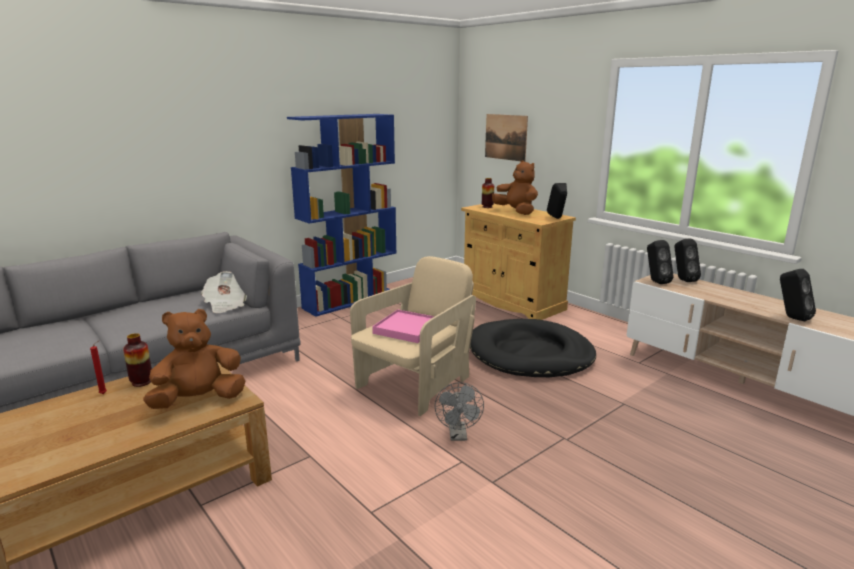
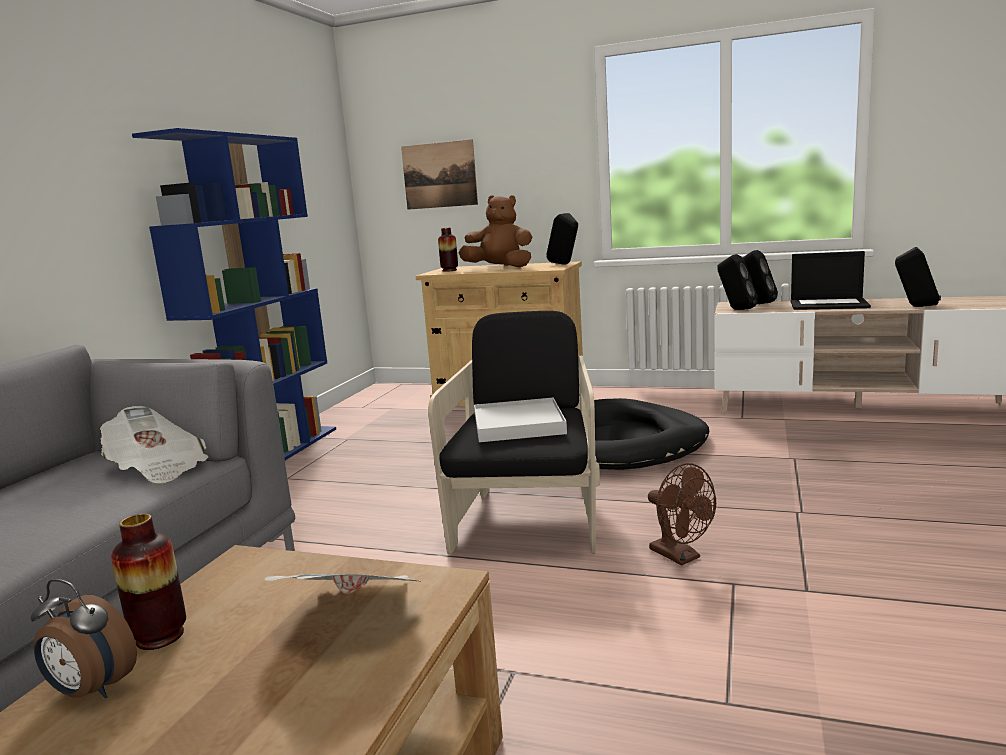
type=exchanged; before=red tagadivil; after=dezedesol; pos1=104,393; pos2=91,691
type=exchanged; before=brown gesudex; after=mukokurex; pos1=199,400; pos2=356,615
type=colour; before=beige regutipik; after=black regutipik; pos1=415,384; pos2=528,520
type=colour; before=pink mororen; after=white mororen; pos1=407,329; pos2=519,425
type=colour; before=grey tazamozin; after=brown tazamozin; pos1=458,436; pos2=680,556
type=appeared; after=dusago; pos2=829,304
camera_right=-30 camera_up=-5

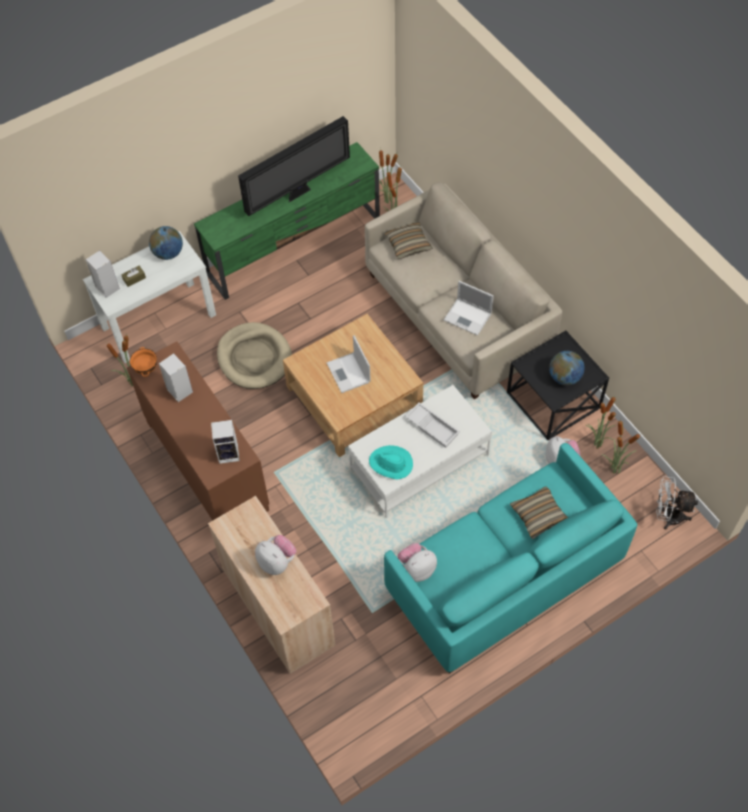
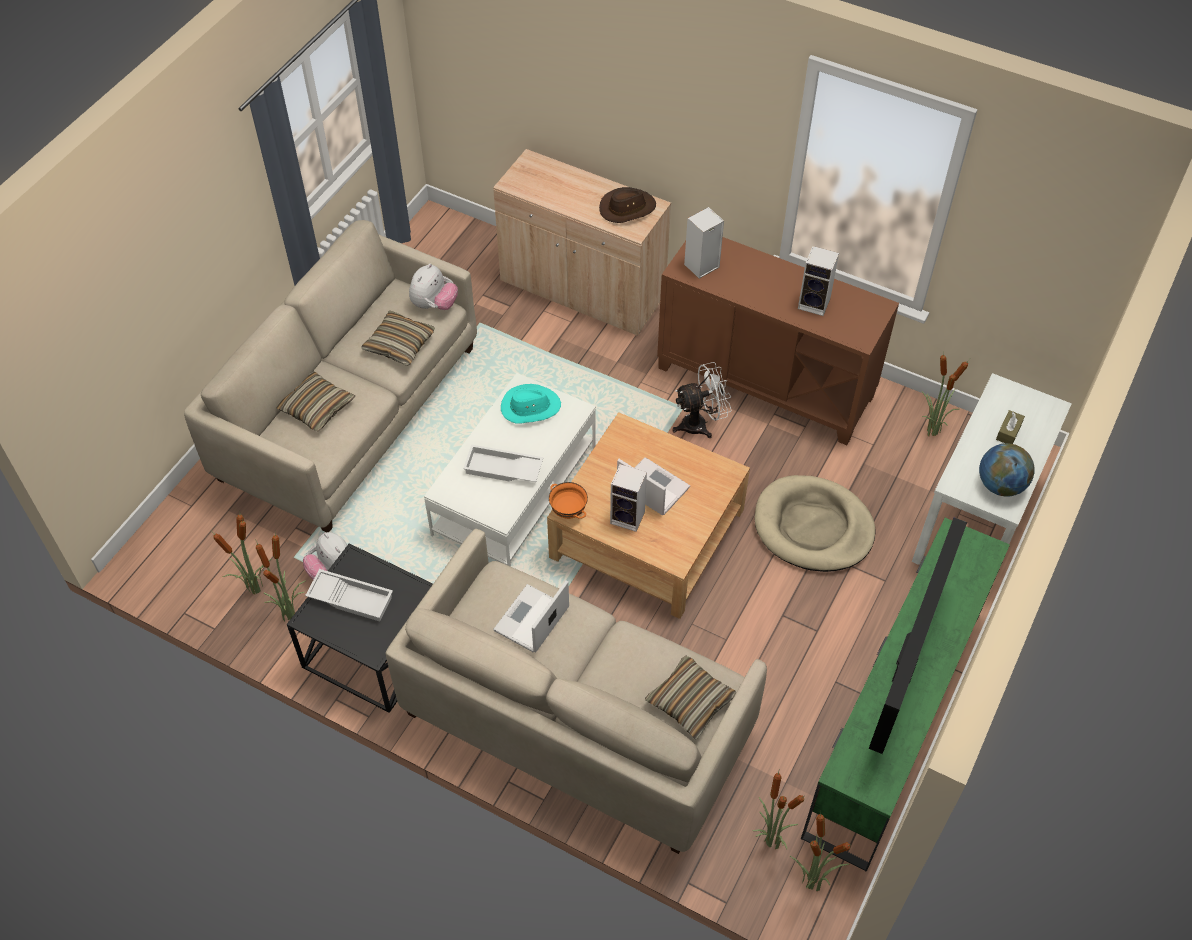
type=colour; before=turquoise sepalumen; after=beige sepalumen; pos1=504,576; pos2=349,412
type=exchanged; before=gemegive; after=white mororen; pos1=564,377; pos2=352,598
type=appeared; after=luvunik; pos2=399,344
type=spun; before=dusago; pos1=468,317; pos2=531,620; turn=-60
type=relocated; before=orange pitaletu; pos1=146,369; pos2=568,511
type=appeared; after=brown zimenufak; pos2=627,208
type=relocated; before=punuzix; pos1=106,287; pos2=629,517
type=relocated; before=white tazamozin; pos1=668,516; pos2=700,424
type=missing; before=gesudex; pos1=277,561
camera_right=150 camera_up=-5

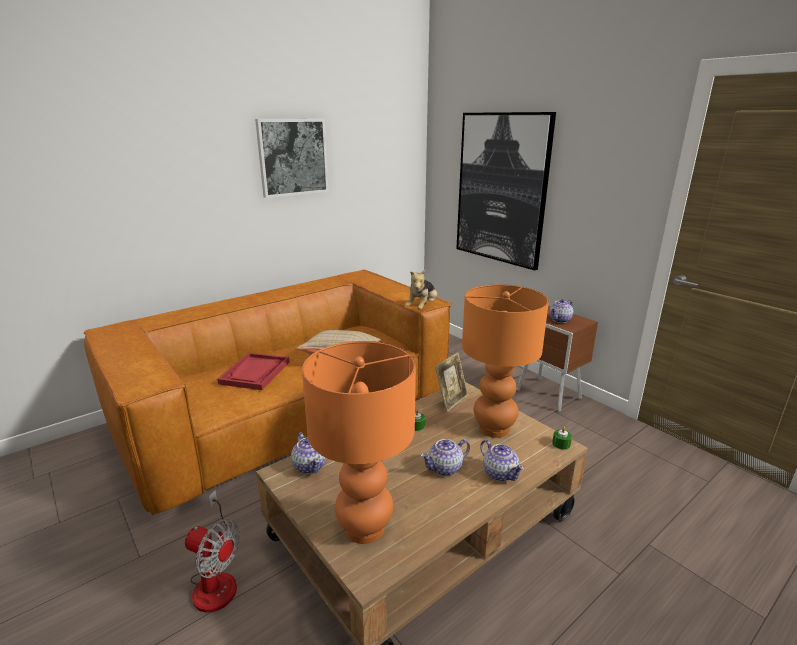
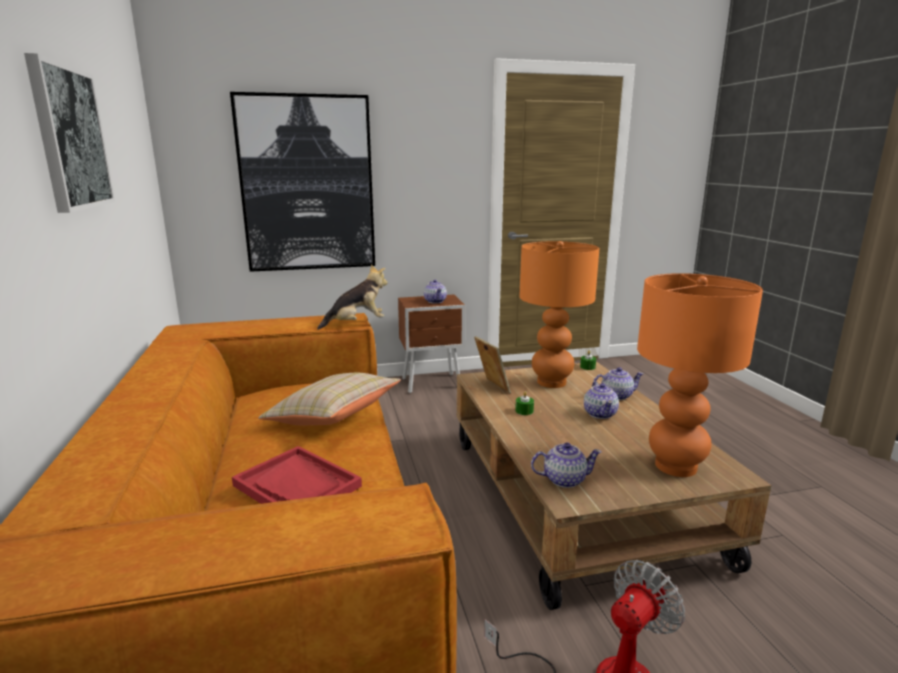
type=spun; before=gesudex; pos1=422,307; pos2=357,324; turn=-75
camera_right=-65 camera_up=-5

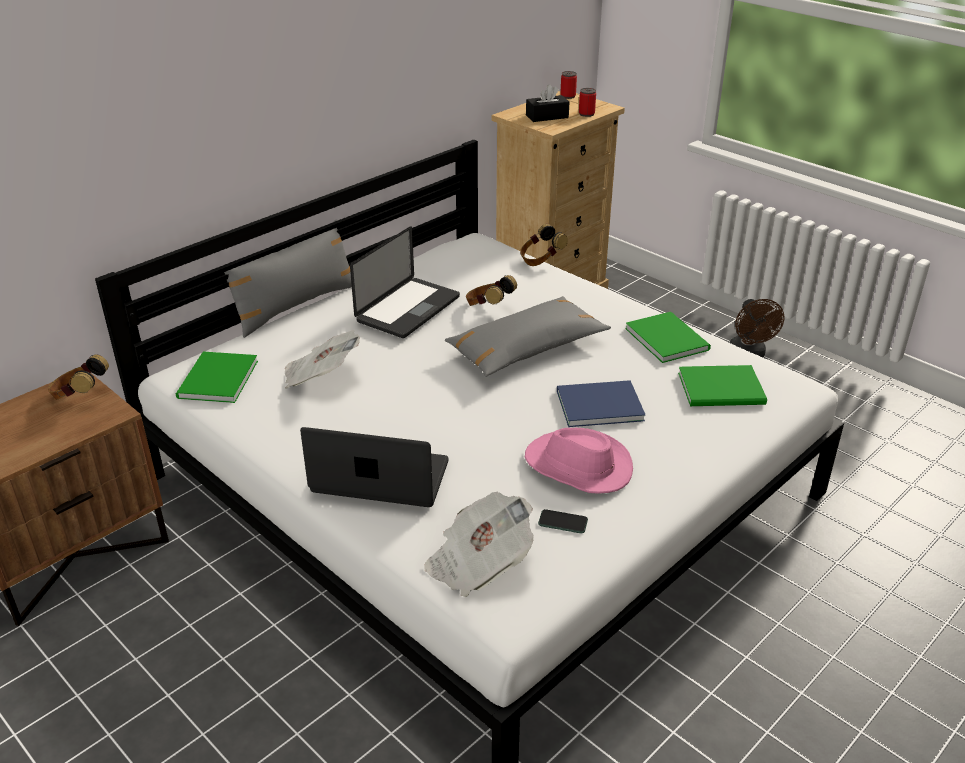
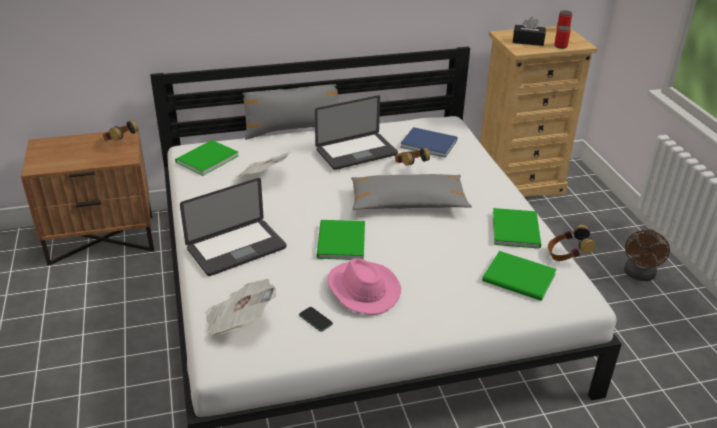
type=spun; before=dusago; pos1=380,477; pos2=236,249; turn=105
type=appeared; after=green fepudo; pos2=339,242
type=relocated; before=blue fepudo; pos1=596,404; pos2=427,143
type=relocated; before=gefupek; pos1=541,260; pos2=567,256
camera_right=30 camera_up=0

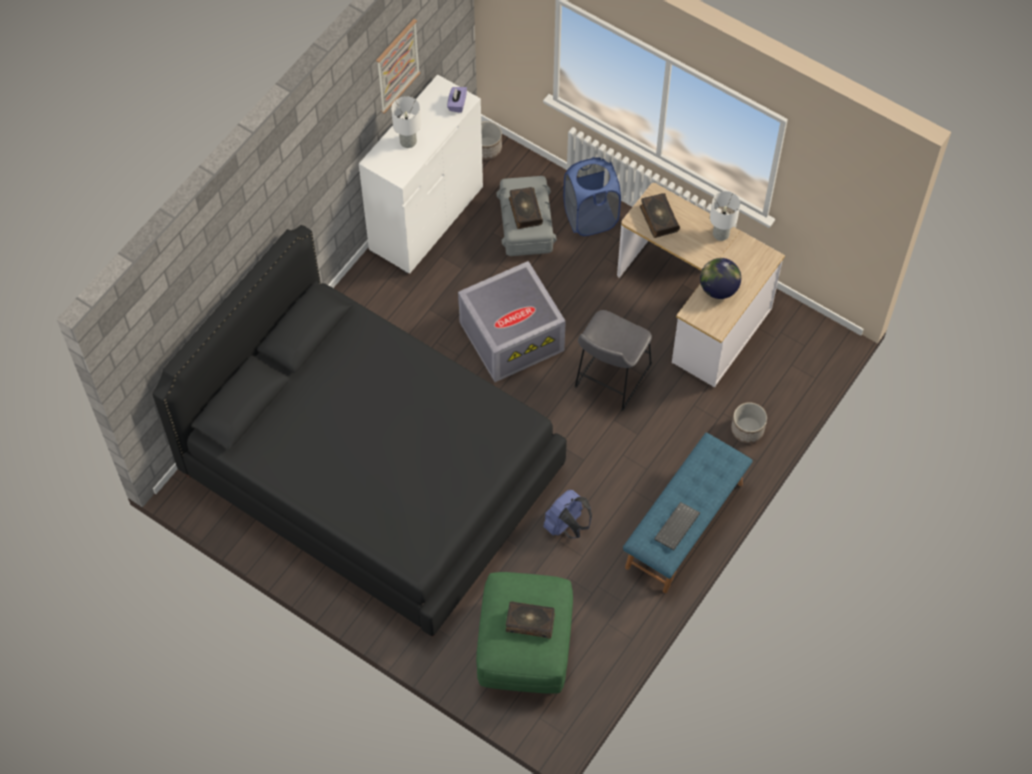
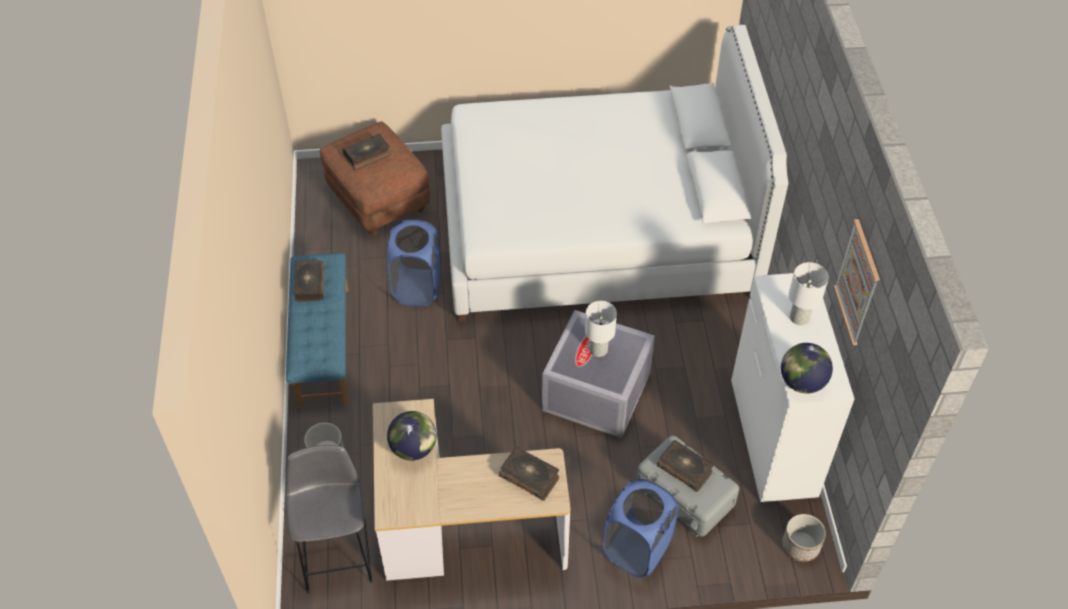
type=relocated; before=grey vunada; pos1=610,379; pos2=337,550
type=exchanged; before=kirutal; after=fepudo; pos1=677,527; pos2=309,285
type=colour; before=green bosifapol; after=brown bosifapol; pos1=524,647; pos2=379,200
type=exchanged; before=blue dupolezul; after=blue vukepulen; pos1=566,526; pos2=417,287
type=colour; before=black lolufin; after=white lolufin; pos1=372,472; pos2=595,230
type=relocated; before=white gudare; pos1=721,234; pos2=598,349
type=exchanged; before=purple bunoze; after=gemegive; pos1=457,104; pos2=801,382
camera_right=140 camera_up=-10

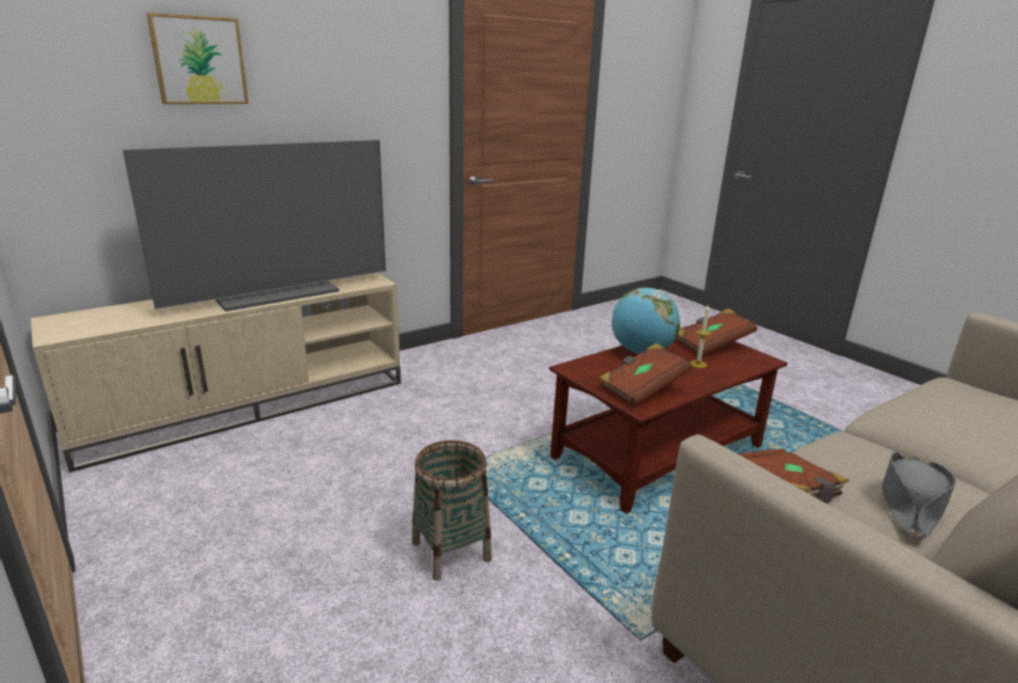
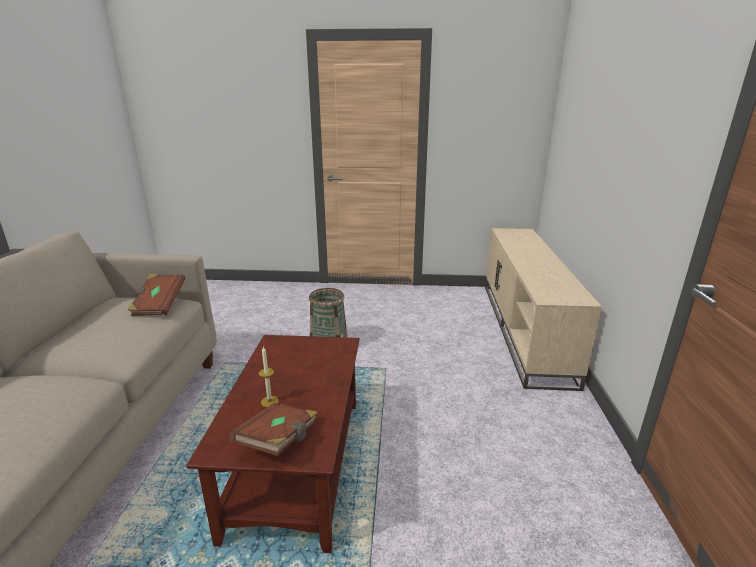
type=missing; before=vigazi; pos1=277,292
type=missing; before=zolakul; pos1=199,60
type=missing; before=brown fepudo; pos1=642,388
type=missing; before=gemegive; pos1=641,352
type=missing; before=grey zimenufak; pos1=910,502
camera_right=130 camera_up=0

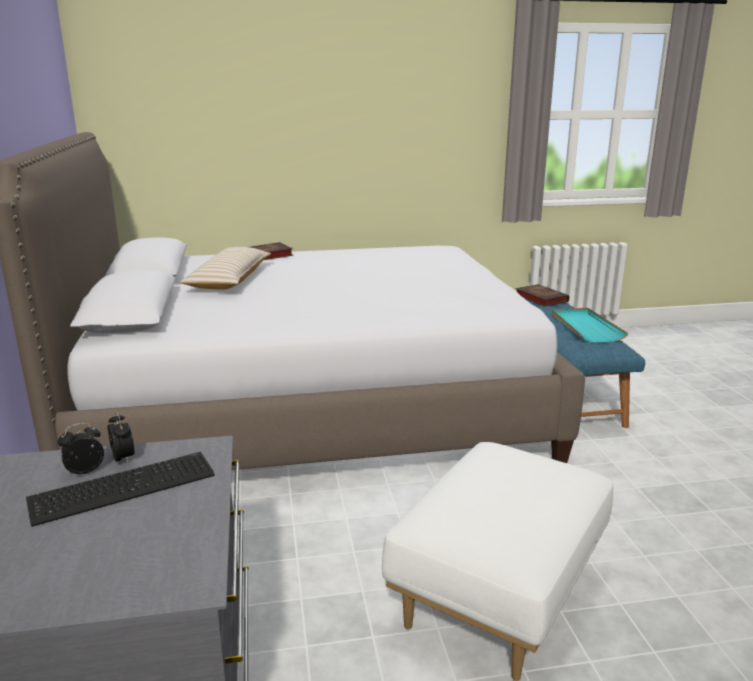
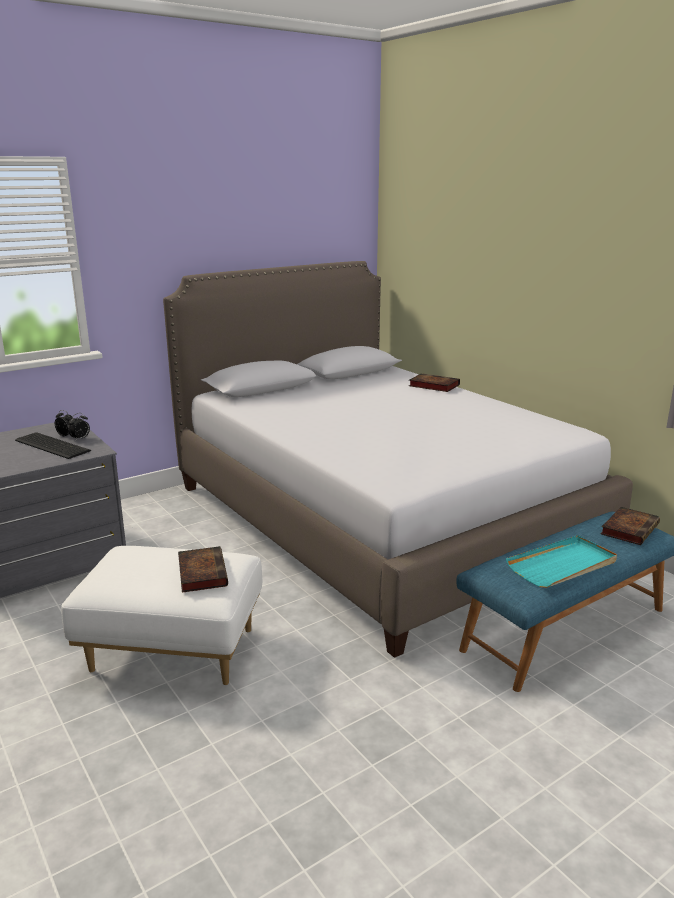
type=appeared; after=fepudo; pos2=201,572
type=missing; before=beige luvunik; pos1=229,280
camera_right=65 camera_up=0

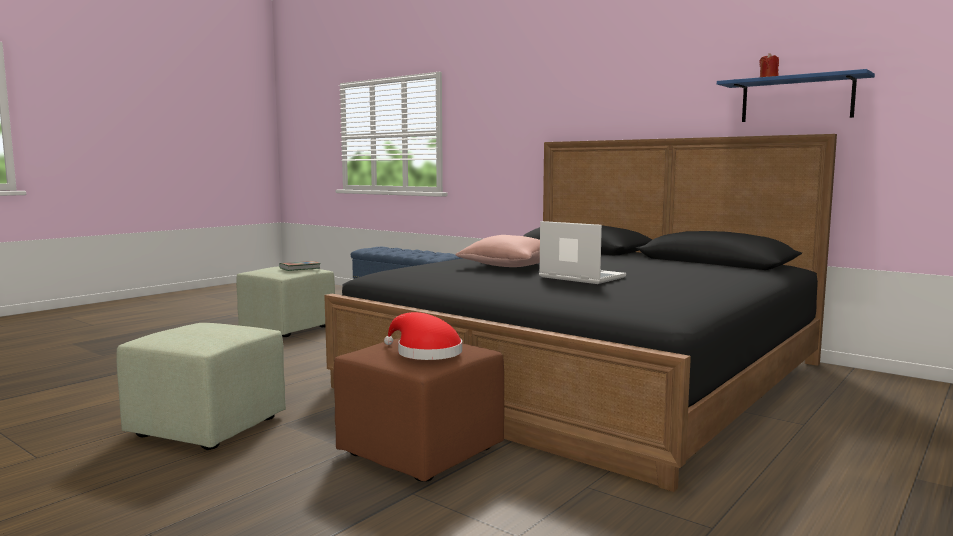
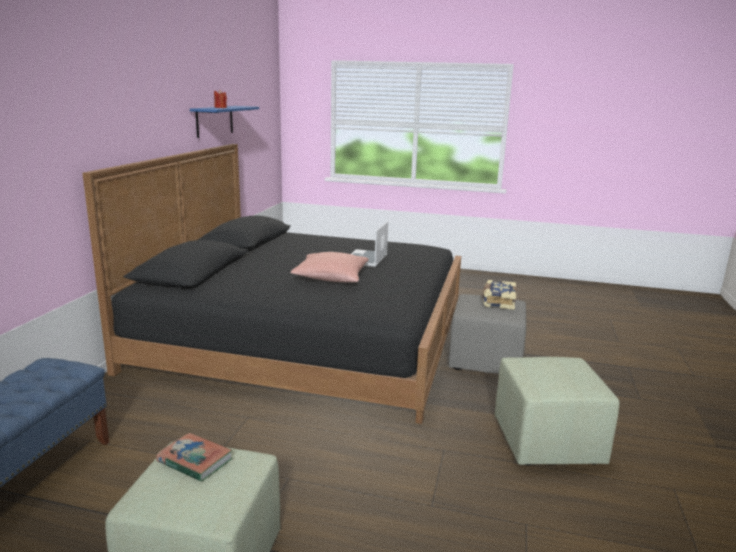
type=colour; before=brown bosifapol; after=grey bosifapol; pos1=423,452; pos2=485,360
type=exchanged; before=red zimenufak; after=fepudo; pos1=425,353; pos2=498,302
camera_right=-115 camera_up=10

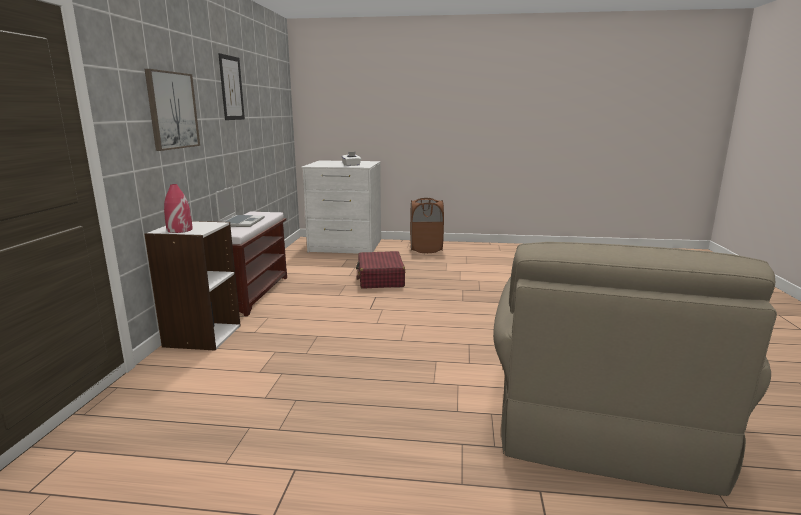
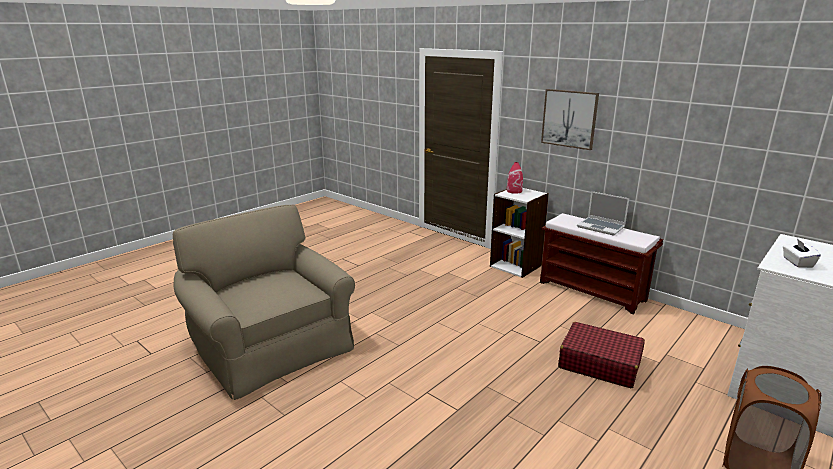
type=missing; before=zolakul; pos1=231,88
camera_right=125 camera_up=5

